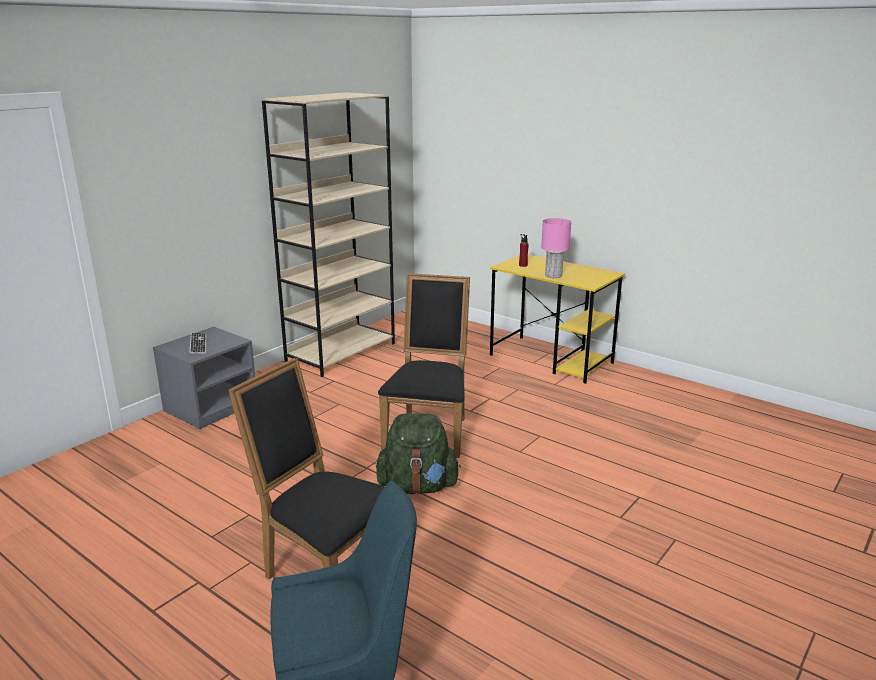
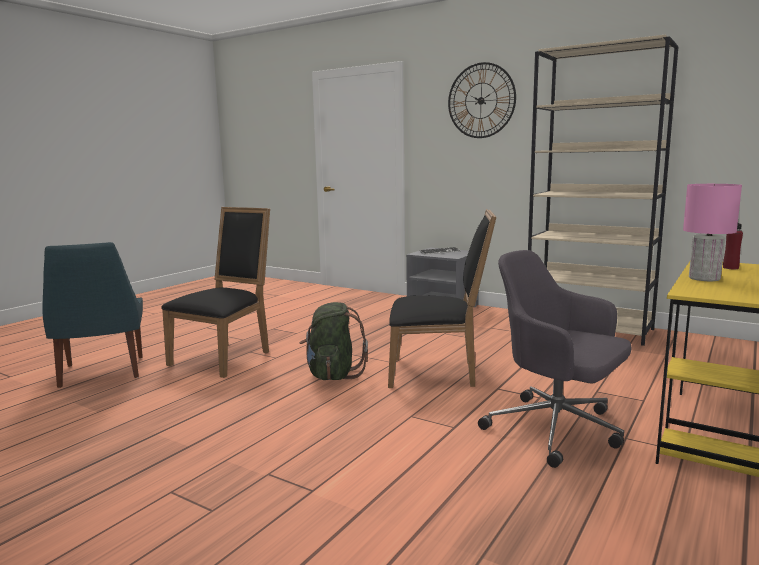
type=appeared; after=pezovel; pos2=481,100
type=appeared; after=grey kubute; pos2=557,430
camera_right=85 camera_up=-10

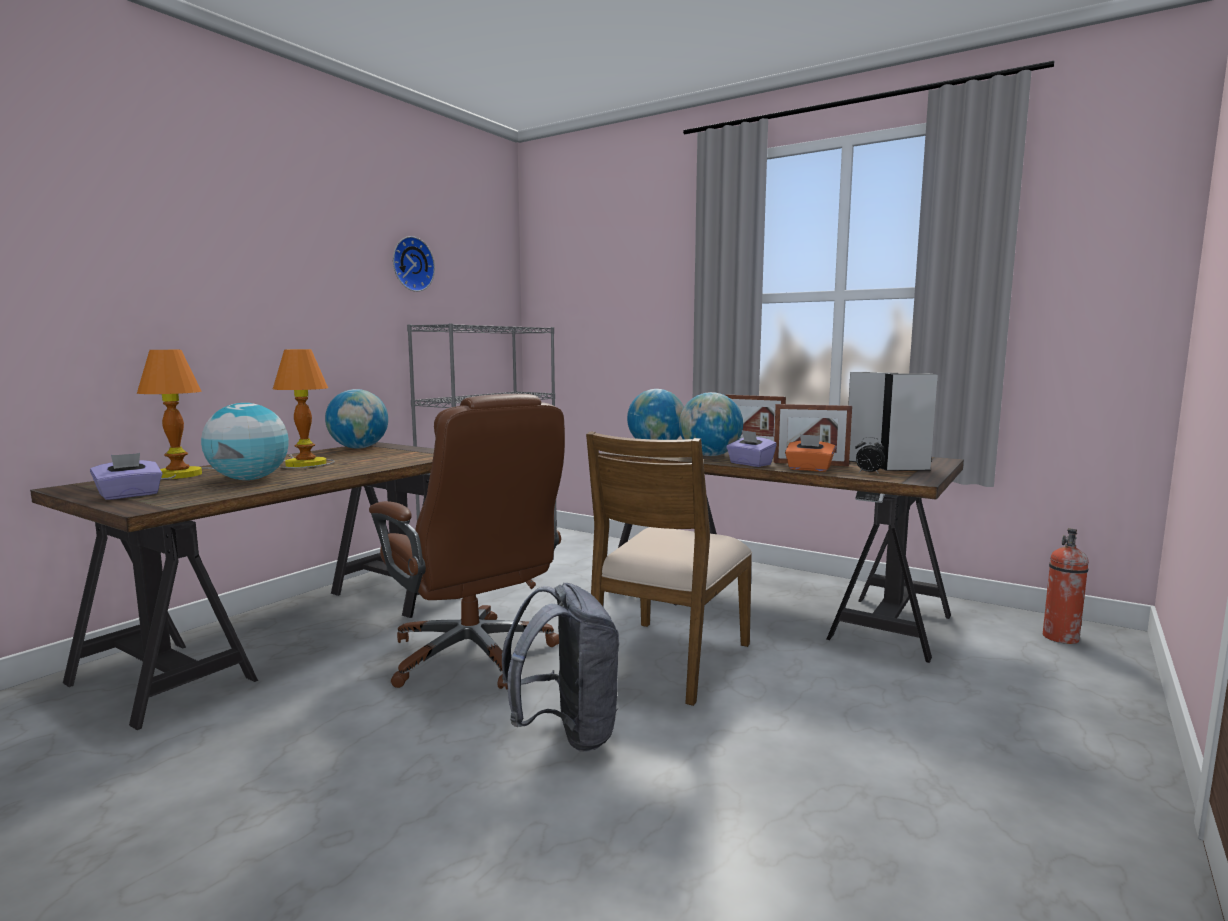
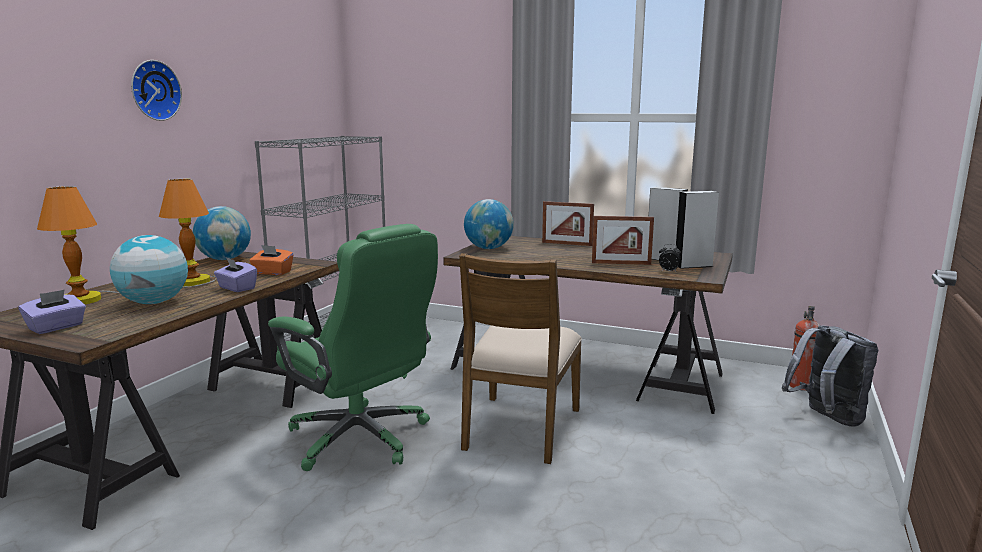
type=relocated; before=pezovel; pos1=411,264; pos2=153,90
type=relocated; before=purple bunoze; pos1=750,464; pos2=236,288
type=relocated; before=orange bunoze; pos1=809,469; pos2=272,272
type=colour; before=brown kubute; after=green kubute; pos1=474,656; pos2=361,438
type=relocated; before=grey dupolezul; pos1=566,733; pos2=826,418
type=missing; before=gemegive; pos1=710,455
camera_right=-10 camera_up=5

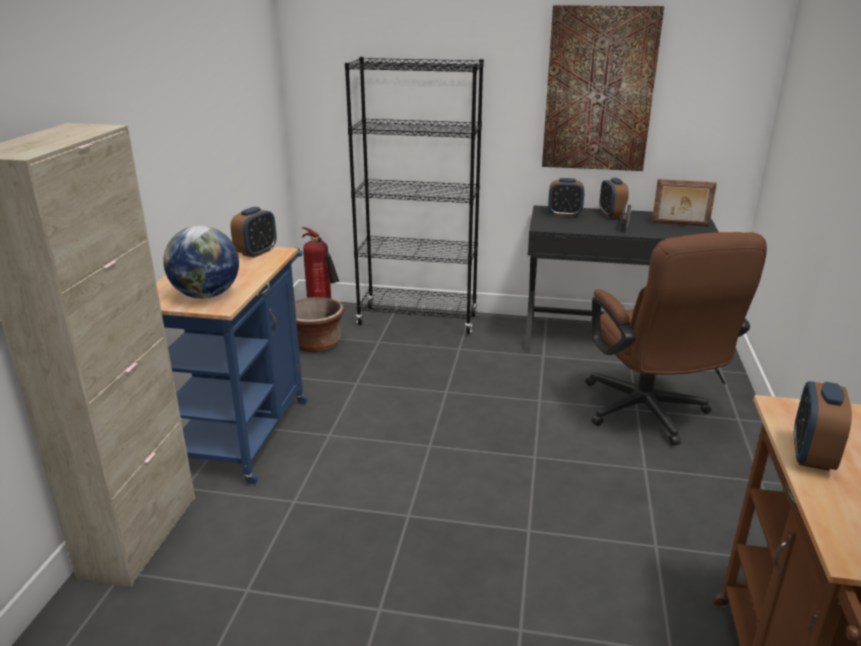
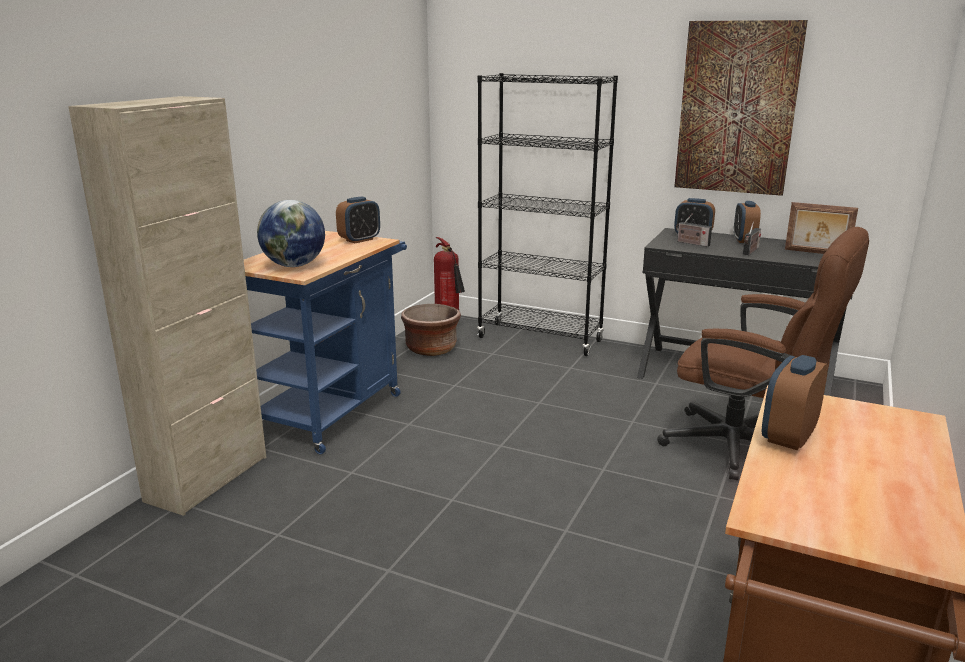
type=spun; before=brown kubute; pos1=649,415; pos2=747,449; turn=-60
type=appeared; after=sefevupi; pos2=691,243
camera_right=15 camera_up=-5

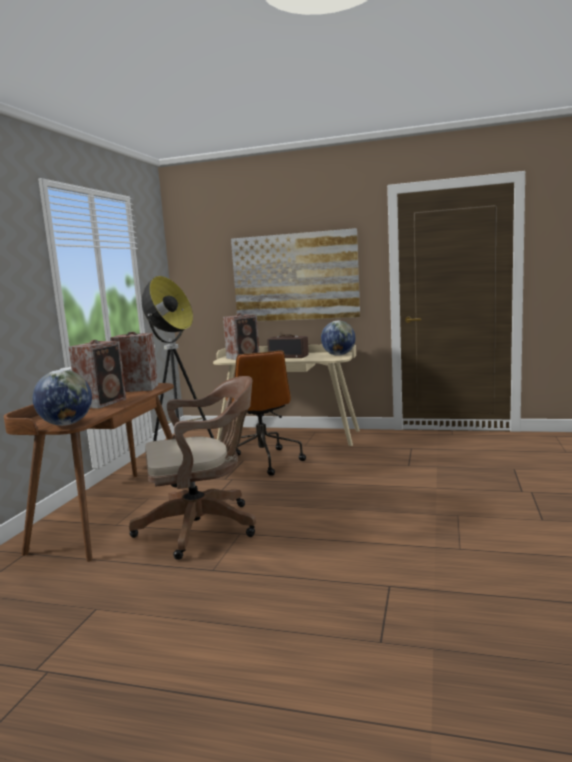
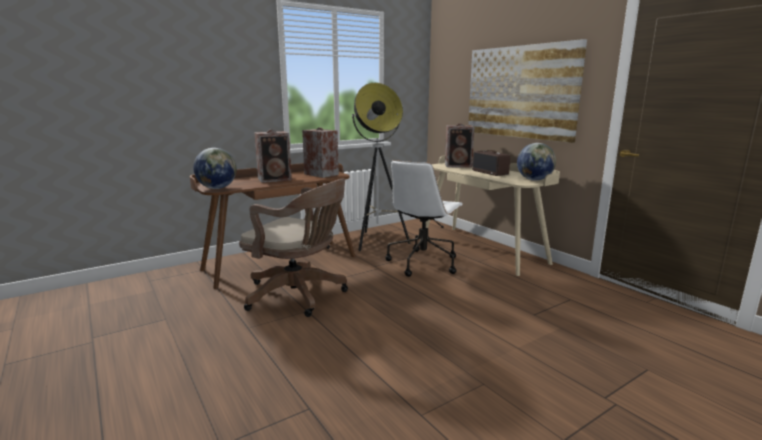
type=colour; before=brown kubute; after=white kubute; pos1=263,461; pos2=423,263
camera_right=40 camera_up=5

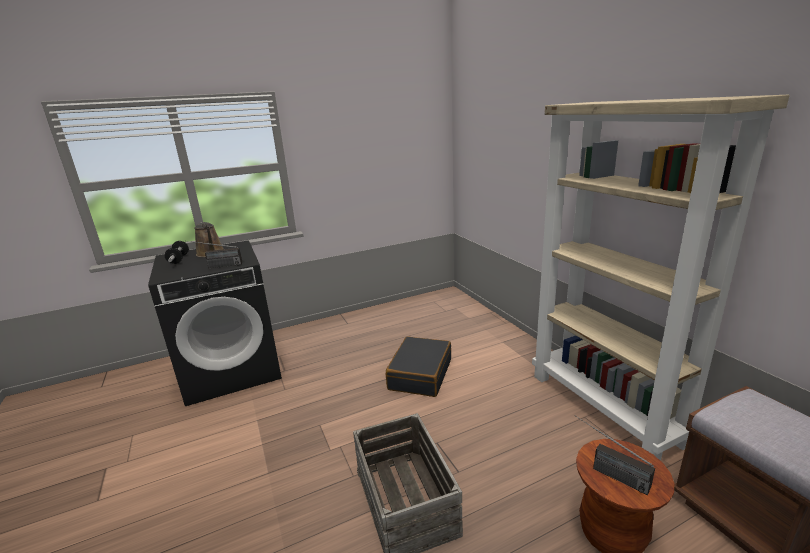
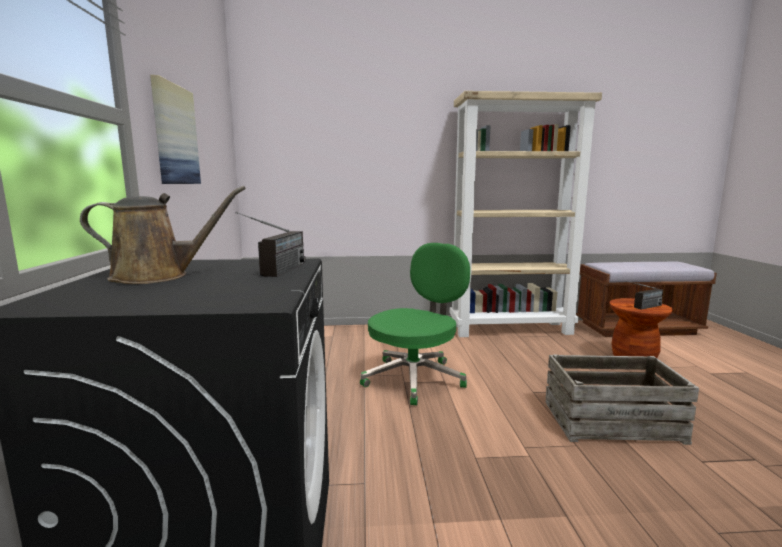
type=appeared; after=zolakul; pos2=175,135
type=exchanged; before=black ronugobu; after=green kubute; pos1=420,374; pos2=415,378
type=missing; before=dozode; pos1=179,259
camera_right=-70 camera_up=-10

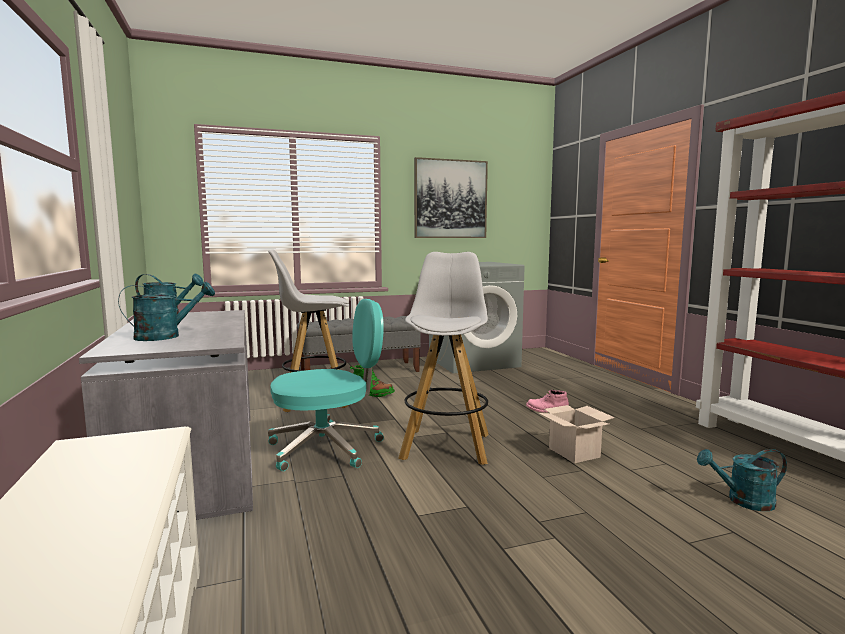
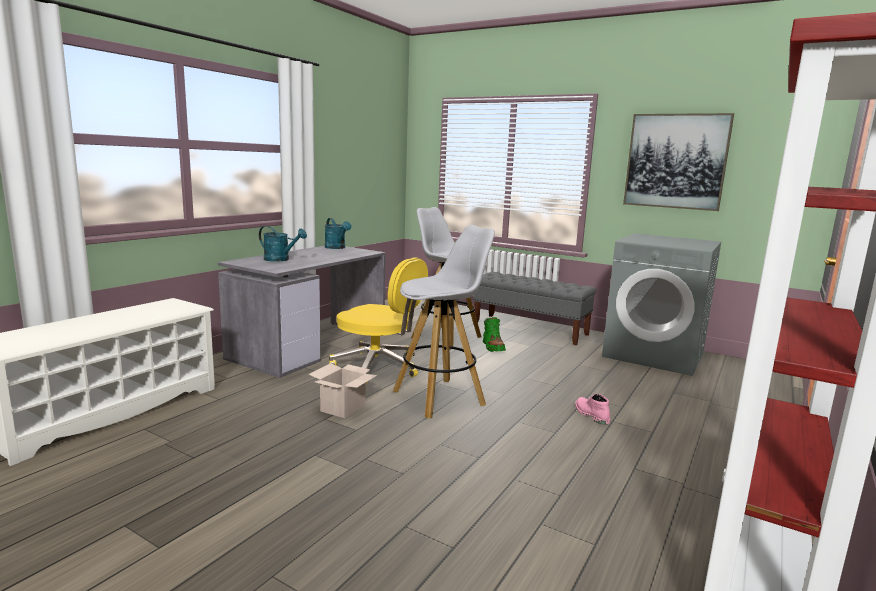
type=relocated; before=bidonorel; pos1=575,453; pos2=343,408
type=colour; before=turquoise kubute; after=yellow kubute; pos1=327,448; pos2=378,367
type=missing; before=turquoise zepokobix; pos1=743,501
camera_right=50 camera_up=5

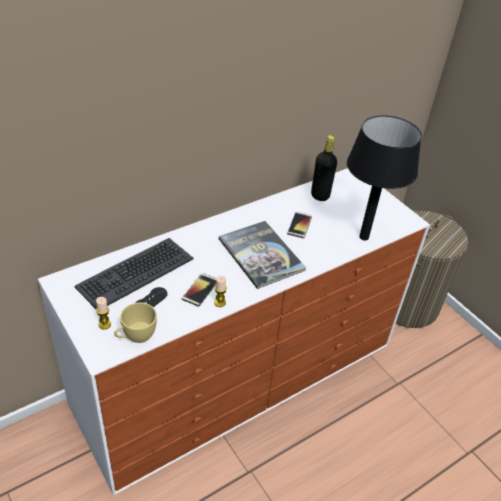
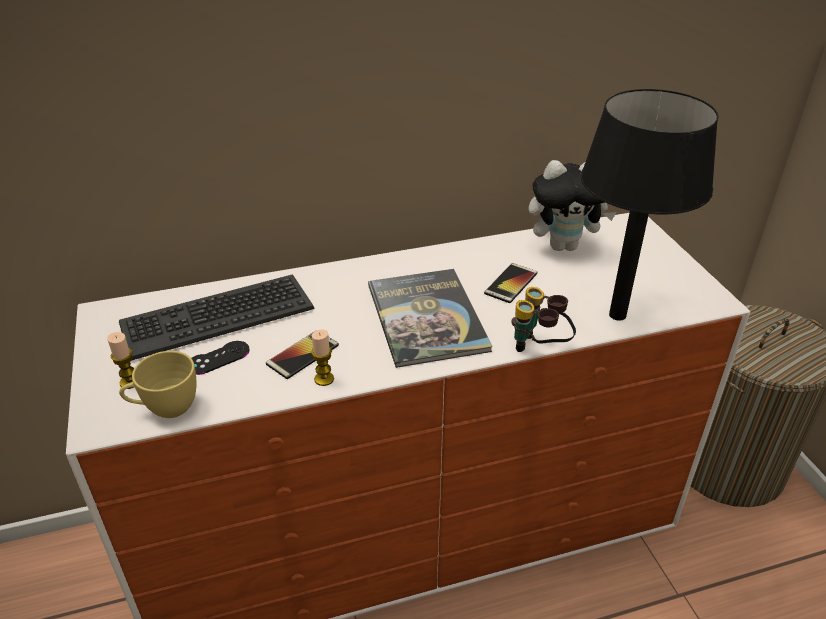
type=appeared; after=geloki; pos2=539,349
type=exchanged; before=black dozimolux; after=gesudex; pos1=320,195; pos2=564,245
camera_right=20 camera_up=-5

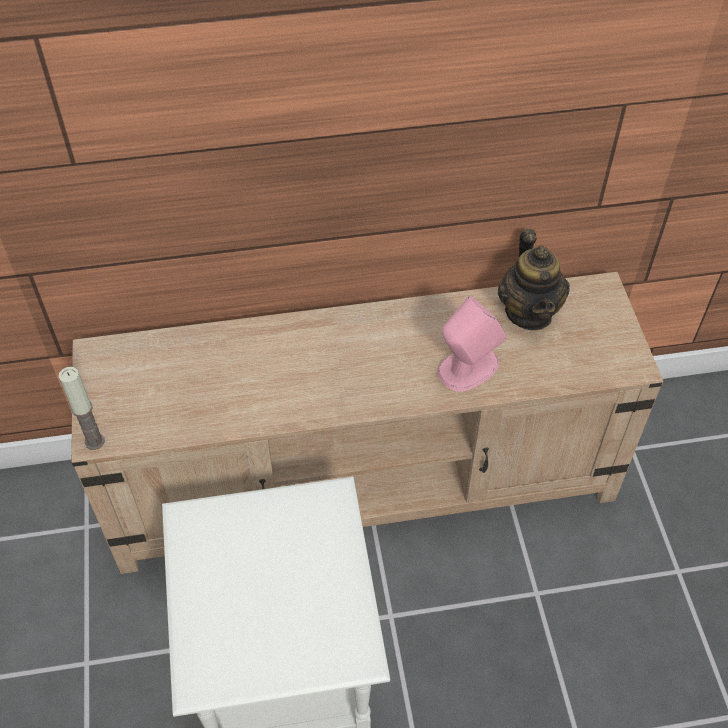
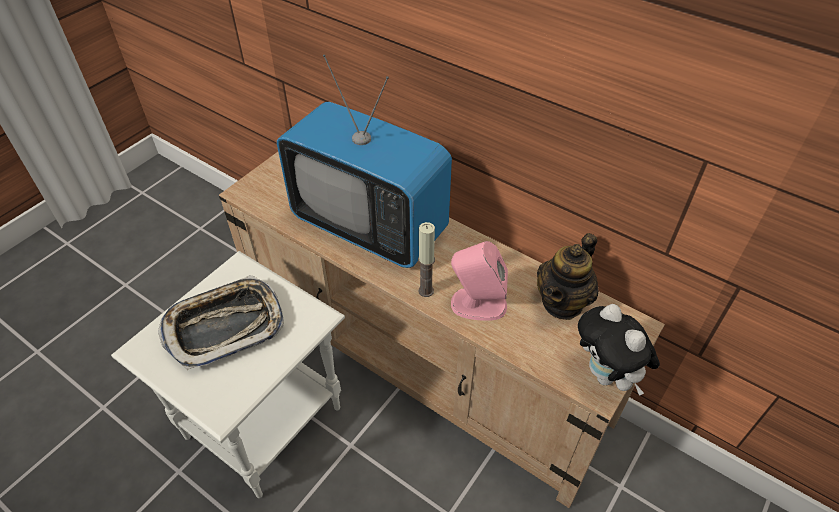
type=appeared; after=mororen; pos2=224,326
type=appeared; after=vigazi; pos2=370,226
type=relocated; before=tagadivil; pos1=94,441; pos2=426,291
type=appeared; after=gesudex; pos2=607,376
camera_right=45 camera_up=-5

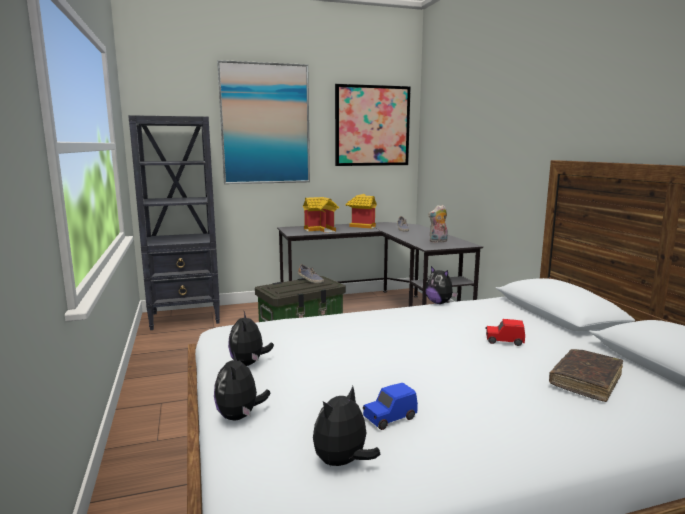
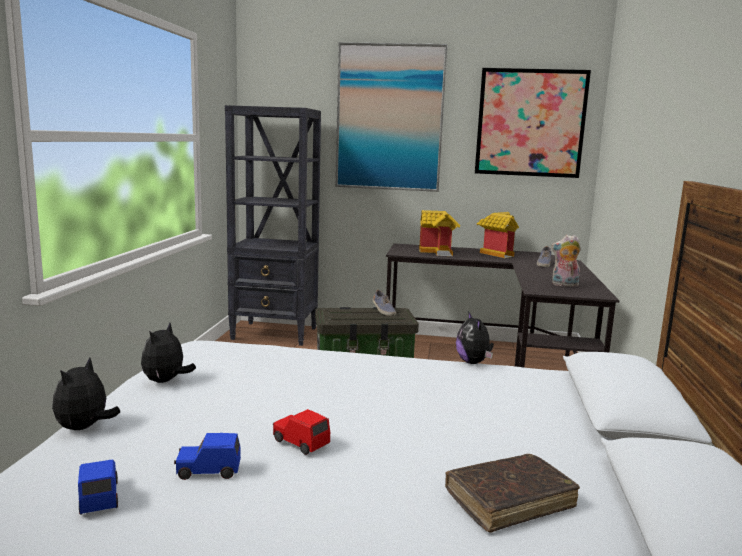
type=exchanged; before=gesudex; after=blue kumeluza; pos1=342,463; pos2=99,497
type=relocated; before=red kumeluza; pos1=504,341; pos2=300,443
camera_right=25 camera_up=0

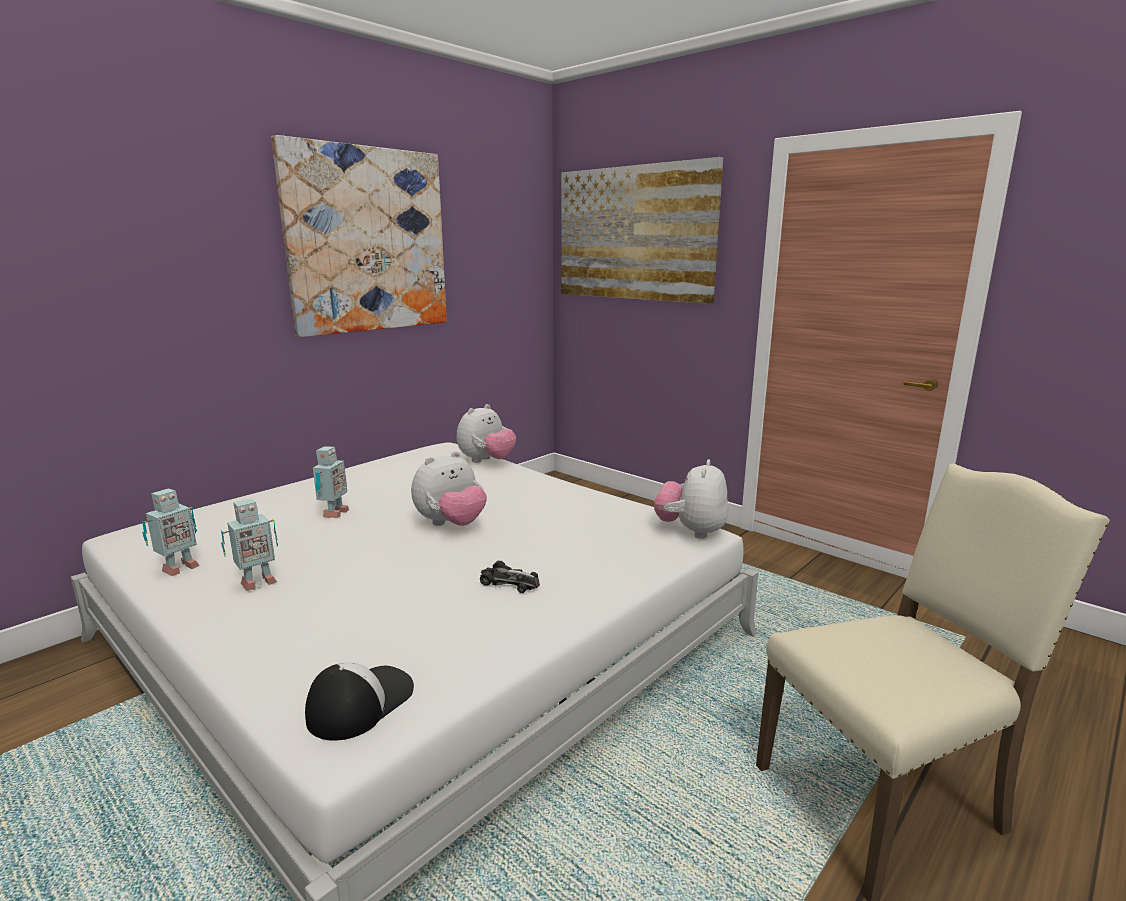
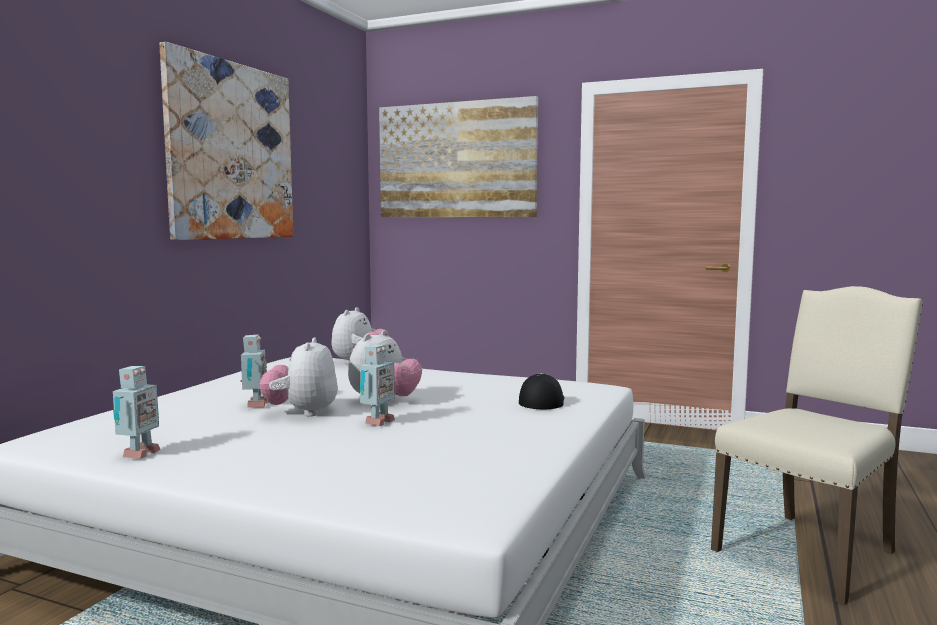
type=relocated; before=gesudex; pos1=691,531; pos2=302,412
type=relocated; before=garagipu; pos1=257,582; pos2=377,422
type=relocated; before=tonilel; pos1=360,702; pos2=541,401
type=missing; before=kumeluza; pos1=509,582
camera_right=-20 camera_up=-10

